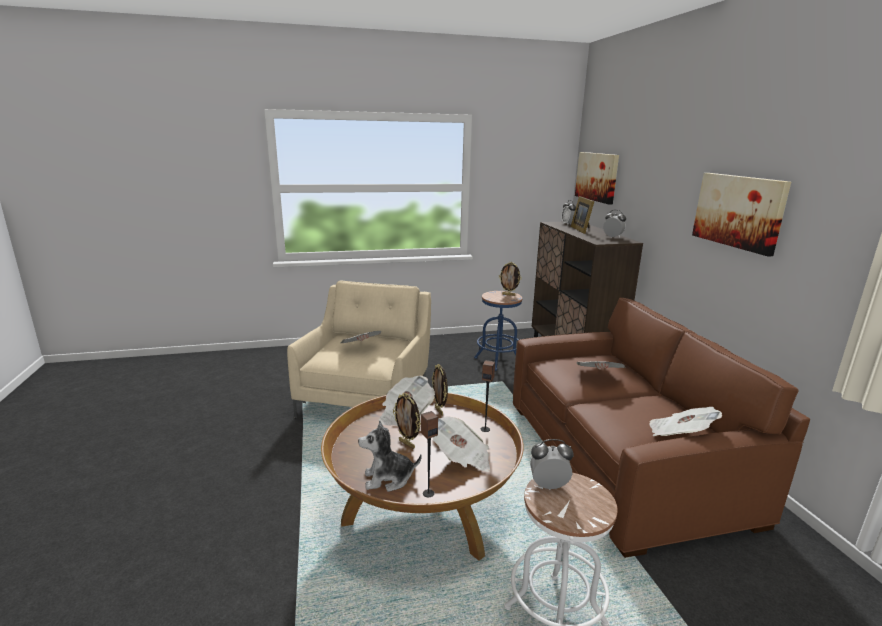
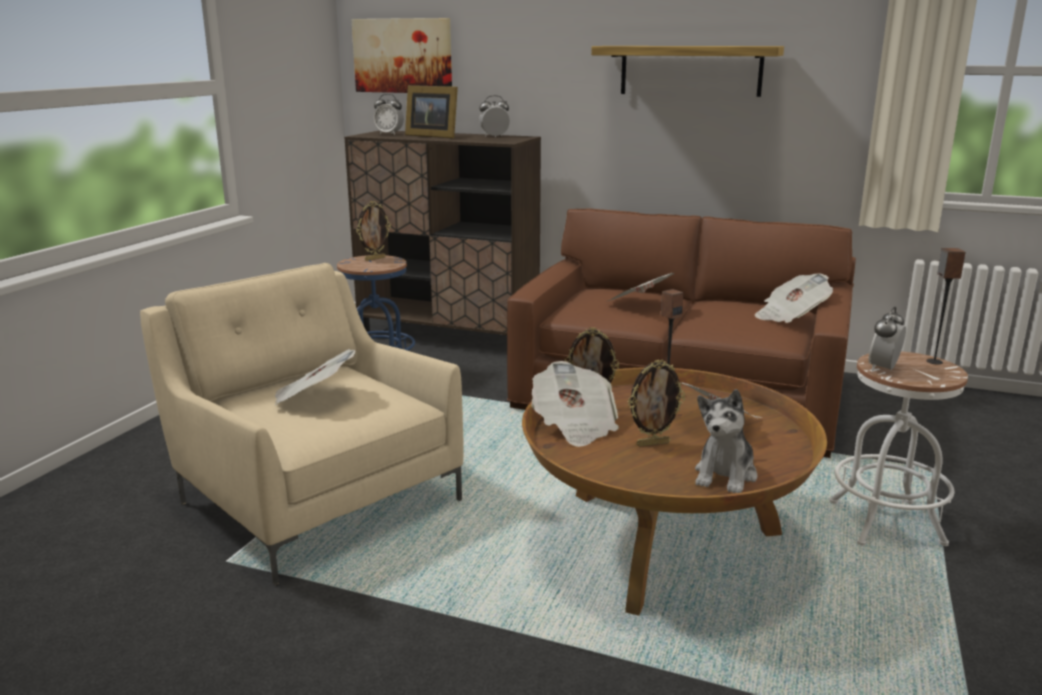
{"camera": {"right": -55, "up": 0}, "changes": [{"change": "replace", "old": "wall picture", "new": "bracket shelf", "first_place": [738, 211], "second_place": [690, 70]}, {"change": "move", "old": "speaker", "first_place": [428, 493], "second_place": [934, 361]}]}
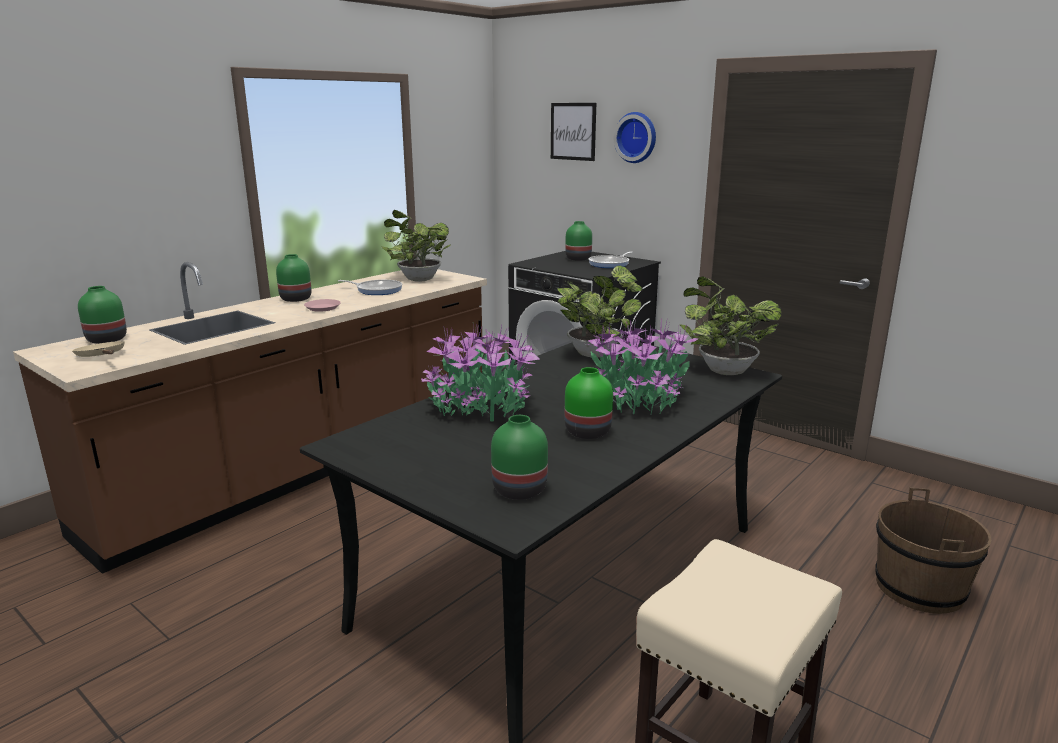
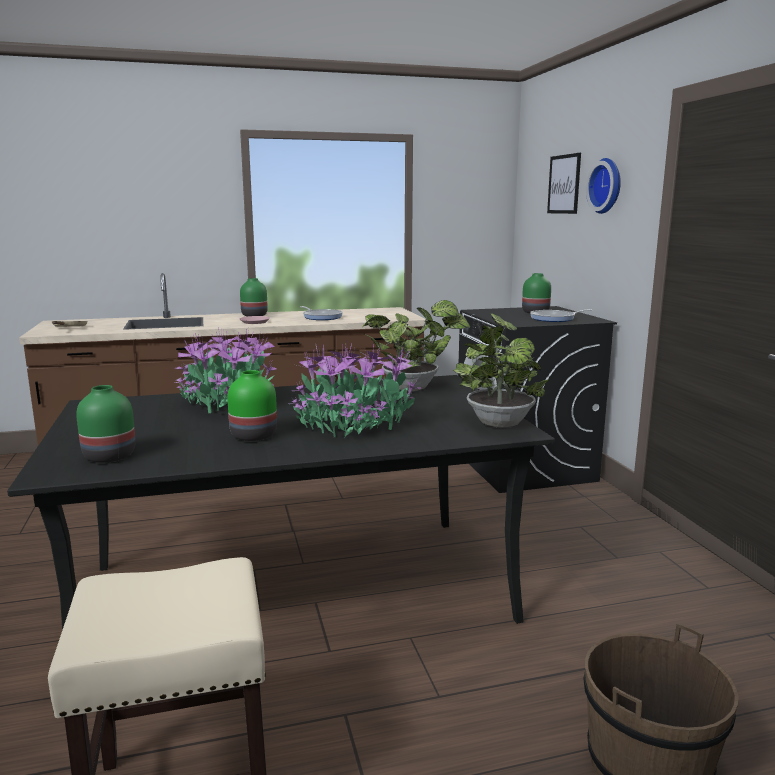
{"camera": {"right": 35, "up": -5}, "changes": [{"change": "delete", "old": "plant in a pot", "first_place": [417, 279]}, {"change": "delete", "old": "greenish decorative vase", "first_place": [105, 340]}]}
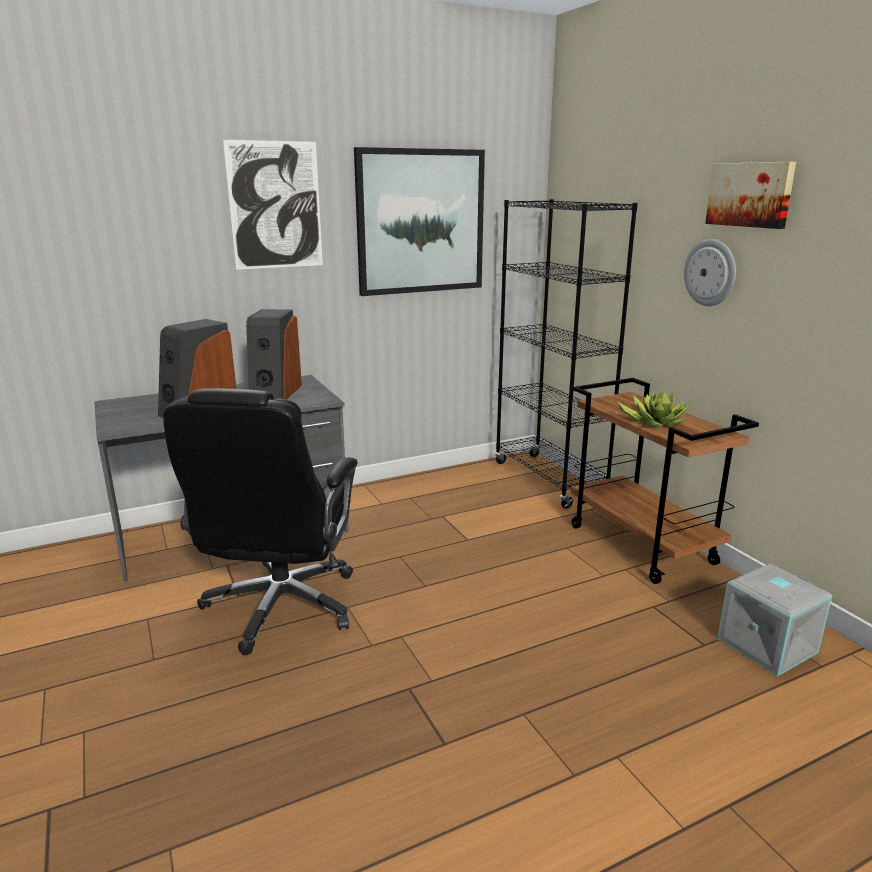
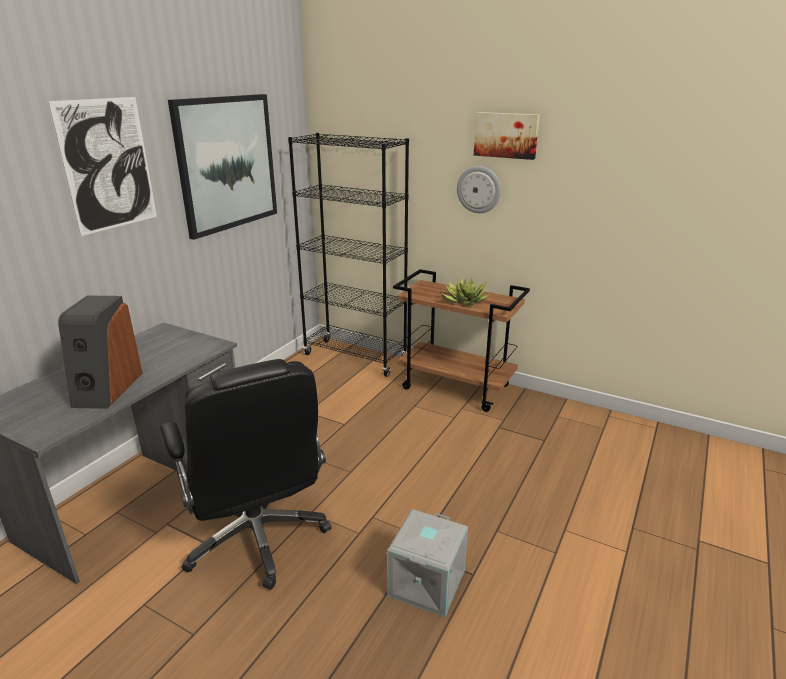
{"camera": {"right": -35, "up": 5}, "changes": [{"change": "delete", "old": "speaker", "first_place": [275, 393]}, {"change": "move", "old": "grey storage container", "first_place": [766, 644], "second_place": [425, 582]}]}
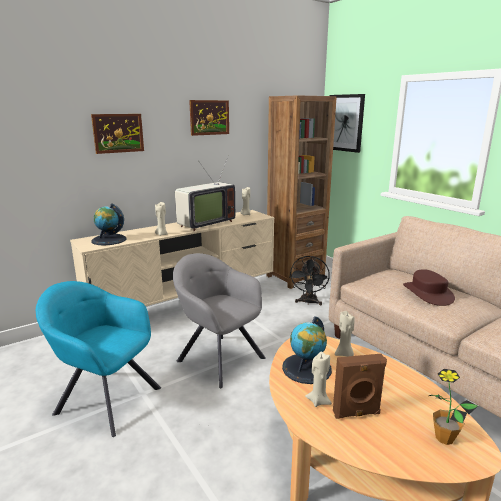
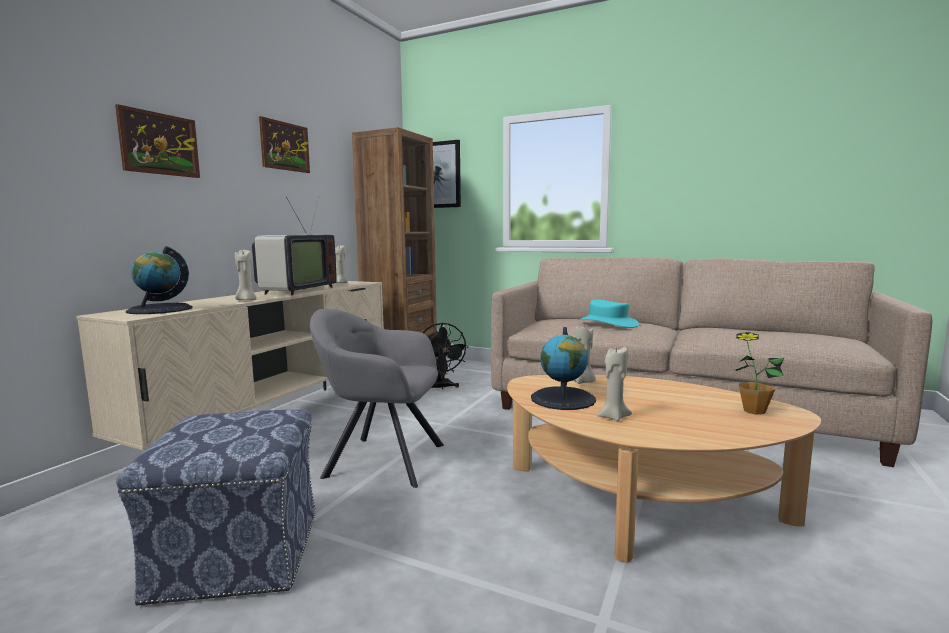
{"camera": {"right": -30, "up": -10}, "changes": [{"change": "recolor", "old": "brown-coloured hat", "new": "blue-green hat", "first_place": [428, 293], "second_place": [608, 323]}, {"change": "replace", "old": "blue-green easy chair", "new": "pouffe", "first_place": [105, 399], "second_place": [238, 553]}, {"change": "delete", "old": "brown-coloured speaker", "first_place": [356, 414]}]}
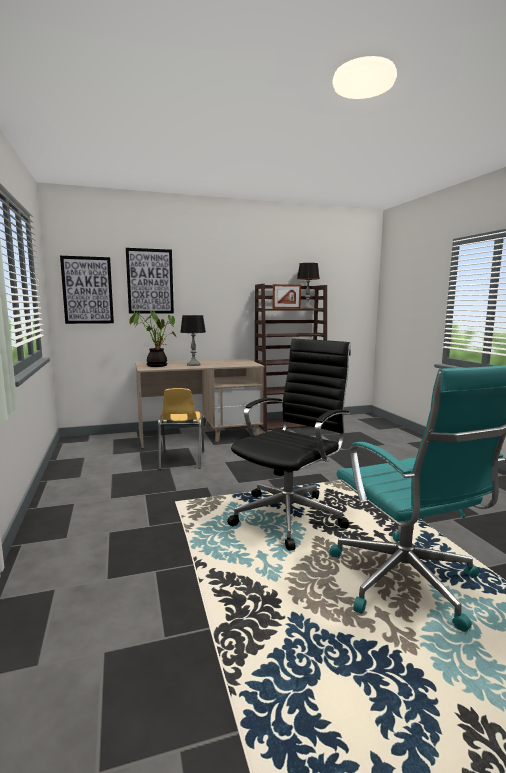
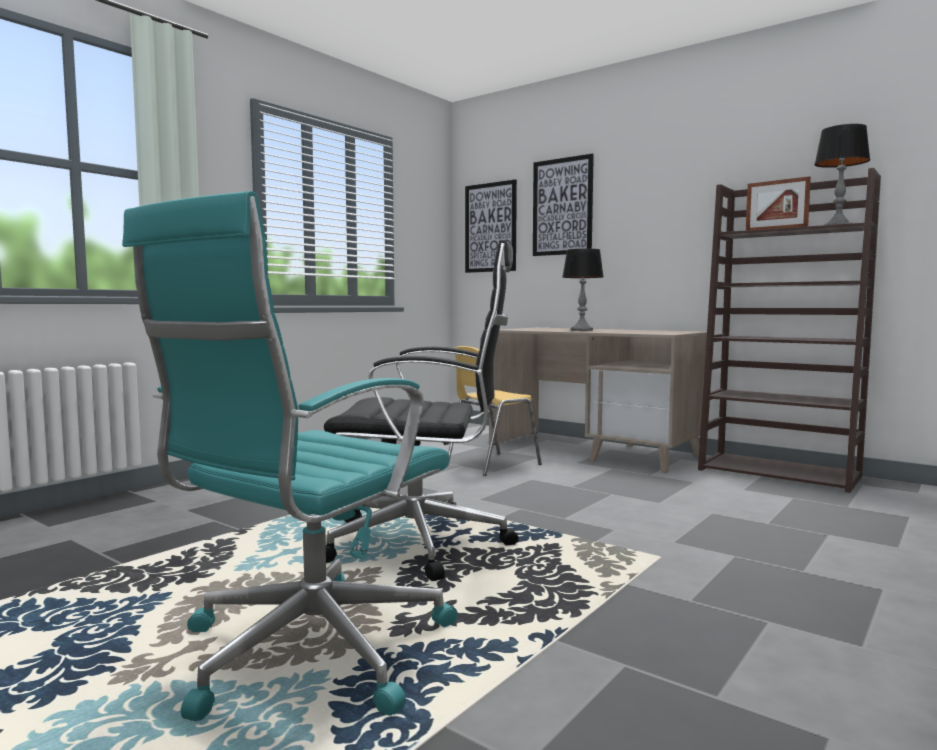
{"camera": {"right": 55, "up": -5}, "changes": [{"change": "delete", "old": "plant in a pot", "first_place": [156, 365]}]}
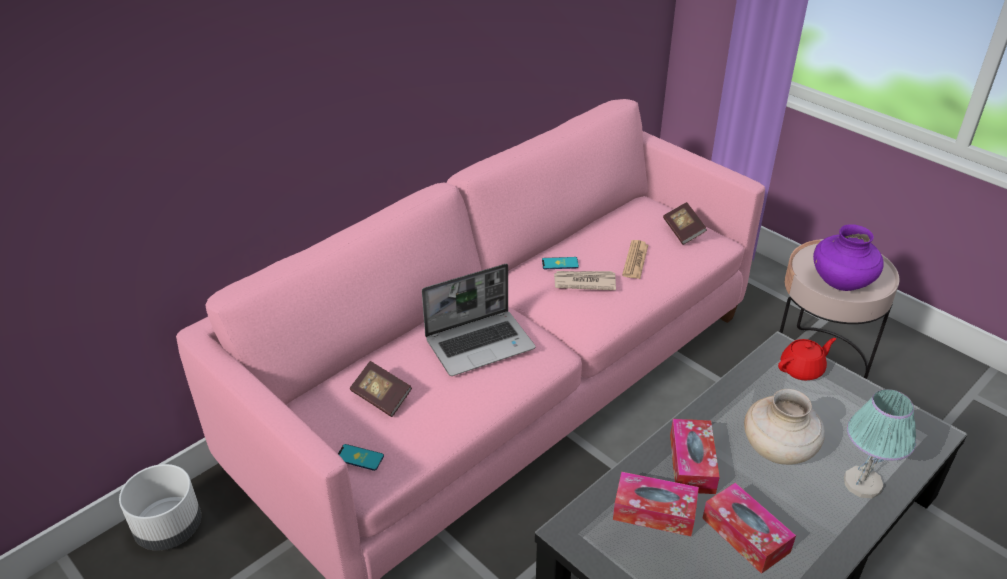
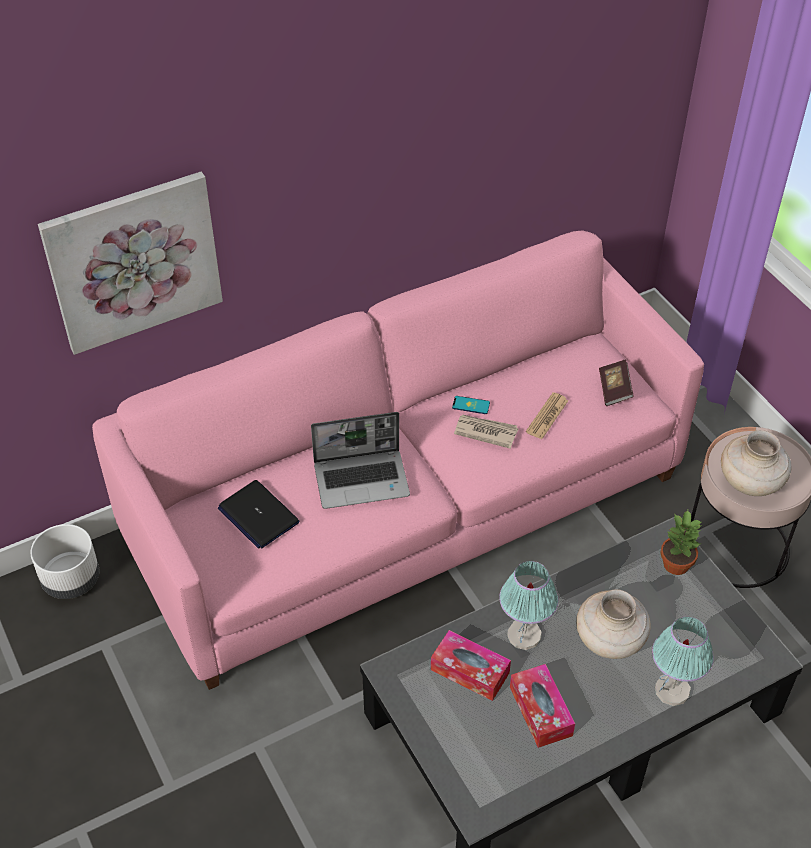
{"camera": {"right": 15, "up": 10}, "changes": [{"change": "recolor", "old": "purple-coloured decorative vase", "new": "sand-coloured decorative vase", "first_place": [841, 282], "second_place": [750, 483]}, {"change": "replace", "old": "red teapot", "new": "plant in a pot", "first_place": [802, 369], "second_place": [676, 564]}, {"change": "replace", "old": "book", "new": "portable computer", "first_place": [381, 397], "second_place": [258, 515]}, {"change": "replace", "old": "tissue holder", "new": "table lamp", "first_place": [692, 463], "second_place": [524, 635]}, {"change": "delete", "old": "telephone", "first_place": [359, 457]}, {"change": "insert", "new": "wall picture", "second_place": [133, 261]}]}
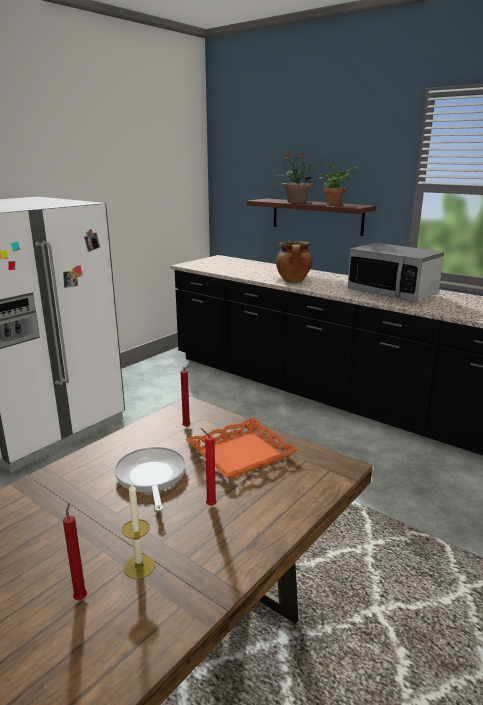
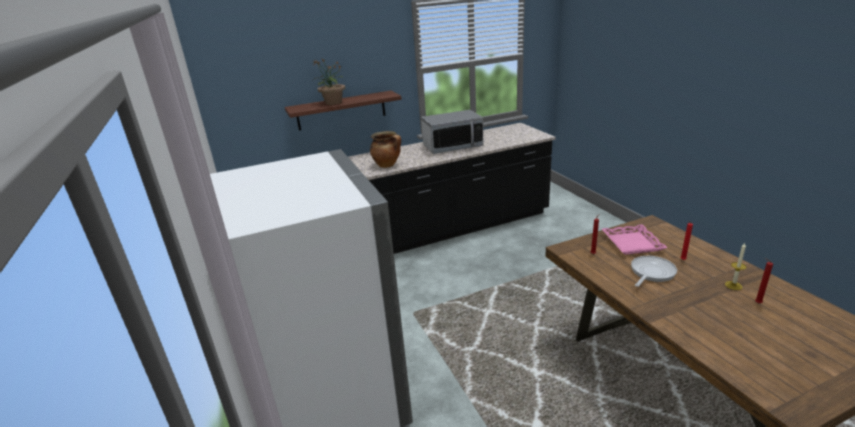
{"camera": {"right": -60, "up": 5}, "changes": [{"change": "delete", "old": "plant in a pot", "first_place": [335, 204]}, {"change": "recolor", "old": "orange-coloured serving tray", "new": "pink serving tray", "first_place": [241, 454], "second_place": [632, 243]}, {"change": "rotate", "old": "frying pan", "first_place": [151, 477], "second_place": [651, 273], "degrees": 120}]}
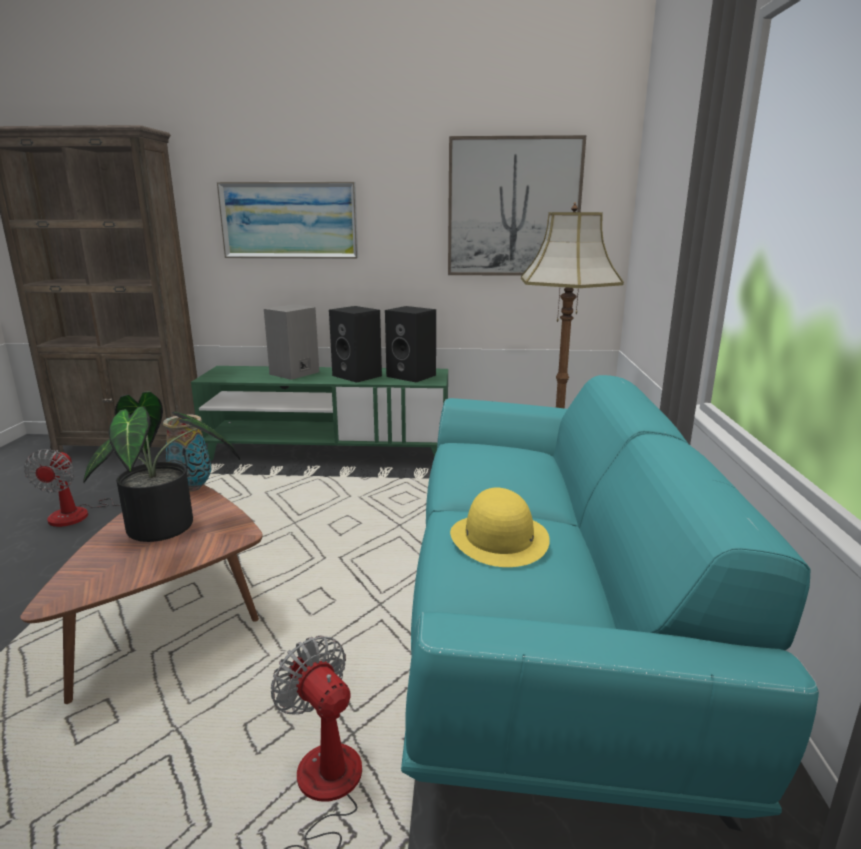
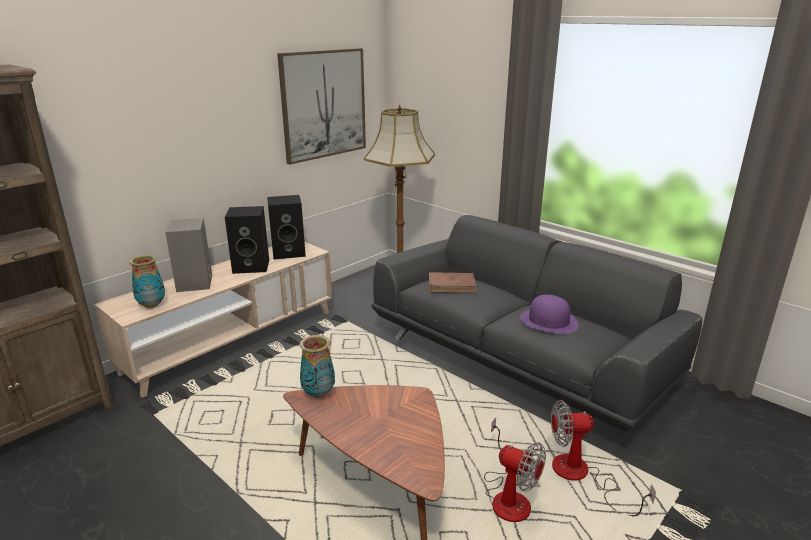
{"camera": {"right": -50, "up": 5}, "changes": [{"change": "delete", "old": "wall picture", "first_place": [289, 220]}, {"change": "recolor", "old": "greenish tv unit", "new": "sand-coloured tv unit", "first_place": [329, 452], "second_place": [232, 341]}, {"change": "recolor", "old": "blue-green couch", "new": "grey couch", "first_place": [545, 615], "second_place": [519, 360]}, {"change": "delete", "old": "plant in a pot", "first_place": [168, 528]}, {"change": "move", "old": "electric fan", "first_place": [83, 513], "second_place": [508, 496]}, {"change": "recolor", "old": "yellow hat", "new": "purple-coloured hat", "first_place": [499, 538], "second_place": [549, 321]}, {"change": "insert", "new": "decorative vase", "second_place": [151, 305]}, {"change": "insert", "new": "brown-coloured book", "second_place": [452, 285]}]}
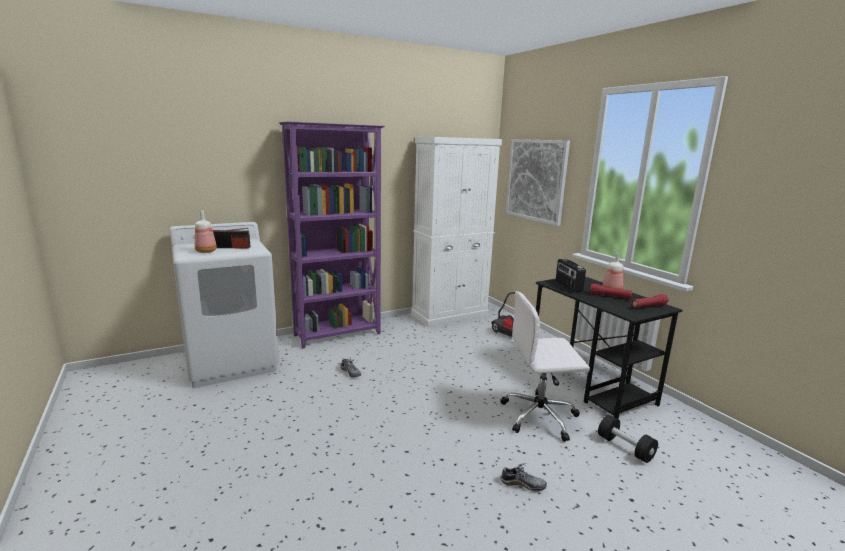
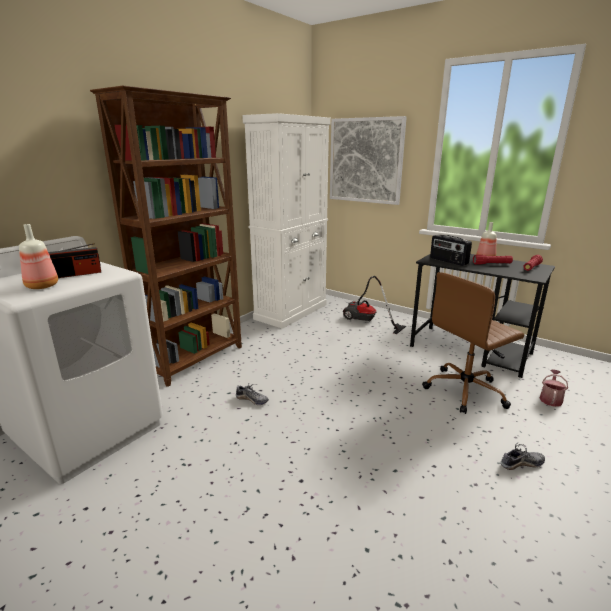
{"camera": {"right": -25, "up": 5}, "changes": [{"change": "recolor", "old": "purple-coloured bookcase", "new": "brown-coloured bookcase", "first_place": [338, 335], "second_place": [196, 359]}, {"change": "recolor", "old": "white-coloured computer chair", "new": "brown-coloured computer chair", "first_place": [540, 416], "second_place": [466, 391]}, {"change": "replace", "old": "blackish free weight", "new": "watering pot", "first_place": [625, 448], "second_place": [550, 398]}]}
